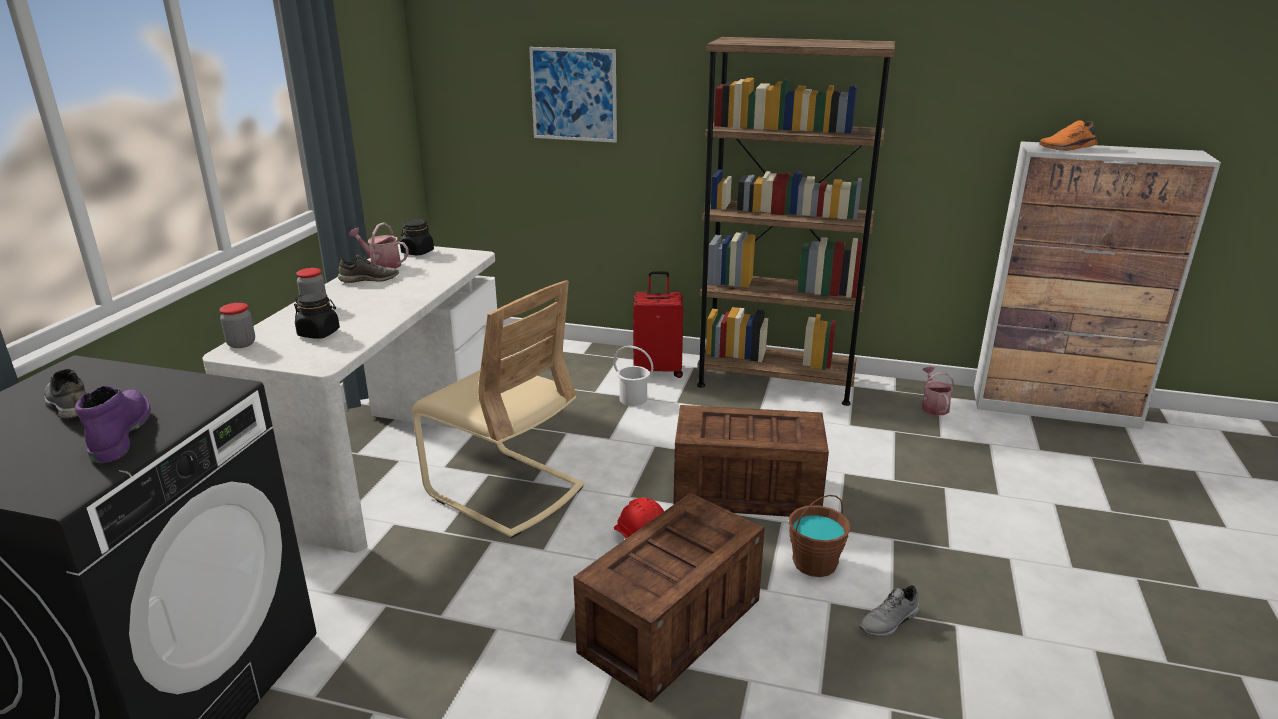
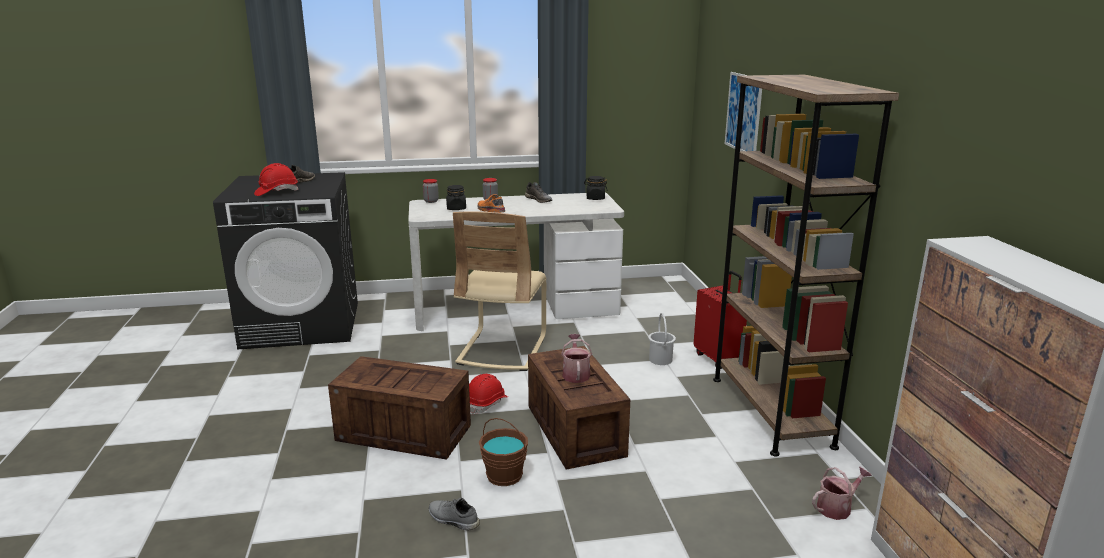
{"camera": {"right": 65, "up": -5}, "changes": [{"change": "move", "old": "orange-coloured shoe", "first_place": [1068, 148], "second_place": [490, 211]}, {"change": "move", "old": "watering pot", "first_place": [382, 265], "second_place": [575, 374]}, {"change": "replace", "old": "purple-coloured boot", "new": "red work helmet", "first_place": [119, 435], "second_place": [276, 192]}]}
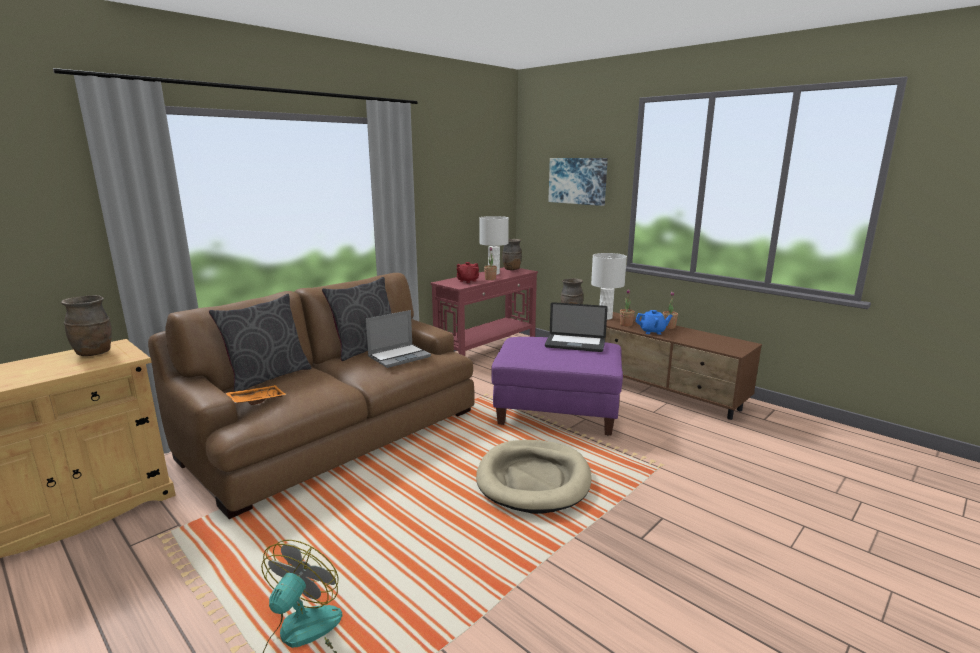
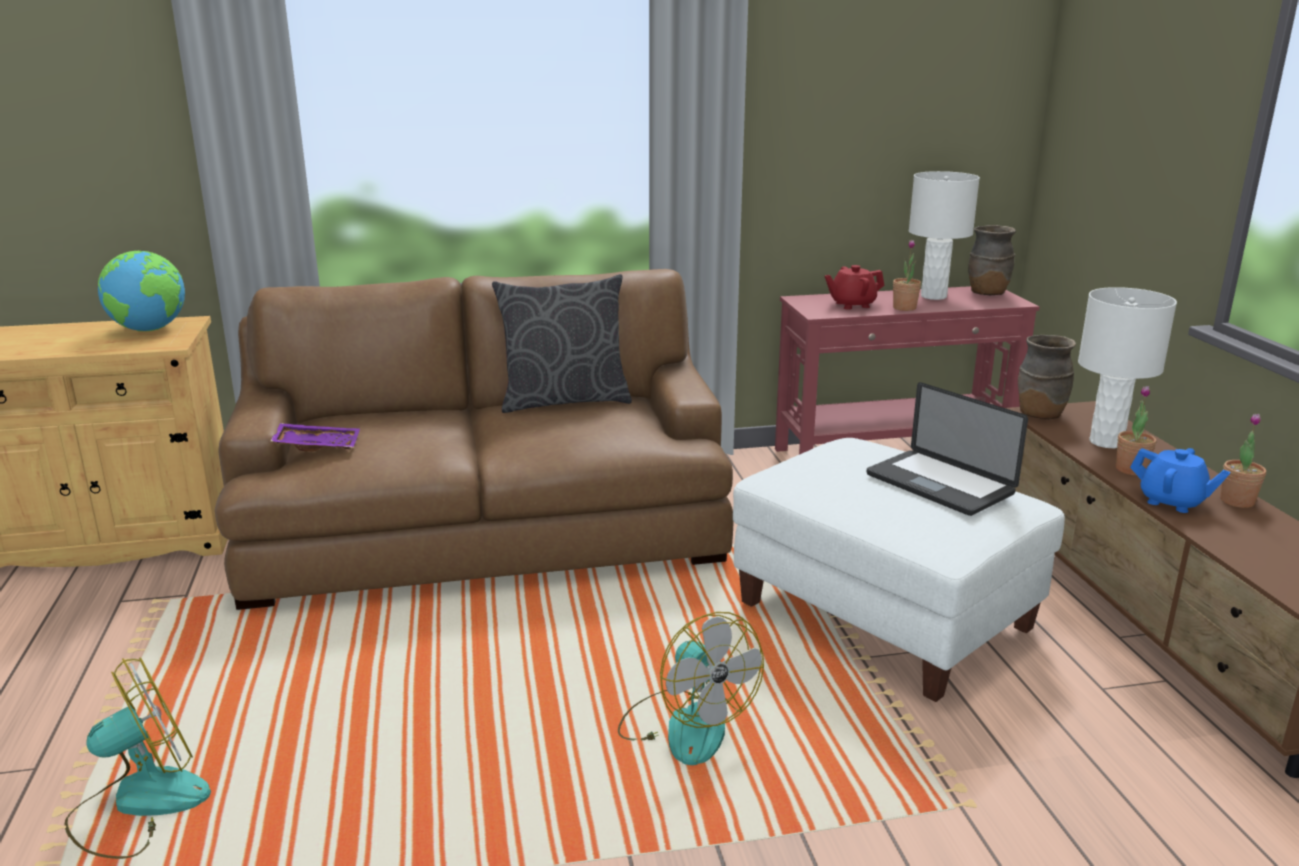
{"camera": {"right": 35, "up": 5}, "changes": [{"change": "delete", "old": "wall picture", "first_place": [578, 181]}, {"change": "delete", "old": "grey pillow", "first_place": [267, 377]}, {"change": "replace", "old": "brown-coloured decorative vase", "new": "desk globe", "first_place": [95, 353], "second_place": [150, 329]}, {"change": "delete", "old": "portable computer", "first_place": [399, 356]}, {"change": "recolor", "old": "purple-coloured pouffe", "new": "white-coloured pouffe", "first_place": [557, 412], "second_place": [883, 617]}, {"change": "recolor", "old": "orange-coloured serving tray", "new": "purple-coloured serving tray", "first_place": [256, 400], "second_place": [318, 445]}, {"change": "replace", "old": "sand-coloured dog bed", "new": "electric fan", "first_place": [533, 479], "second_place": [685, 725]}]}
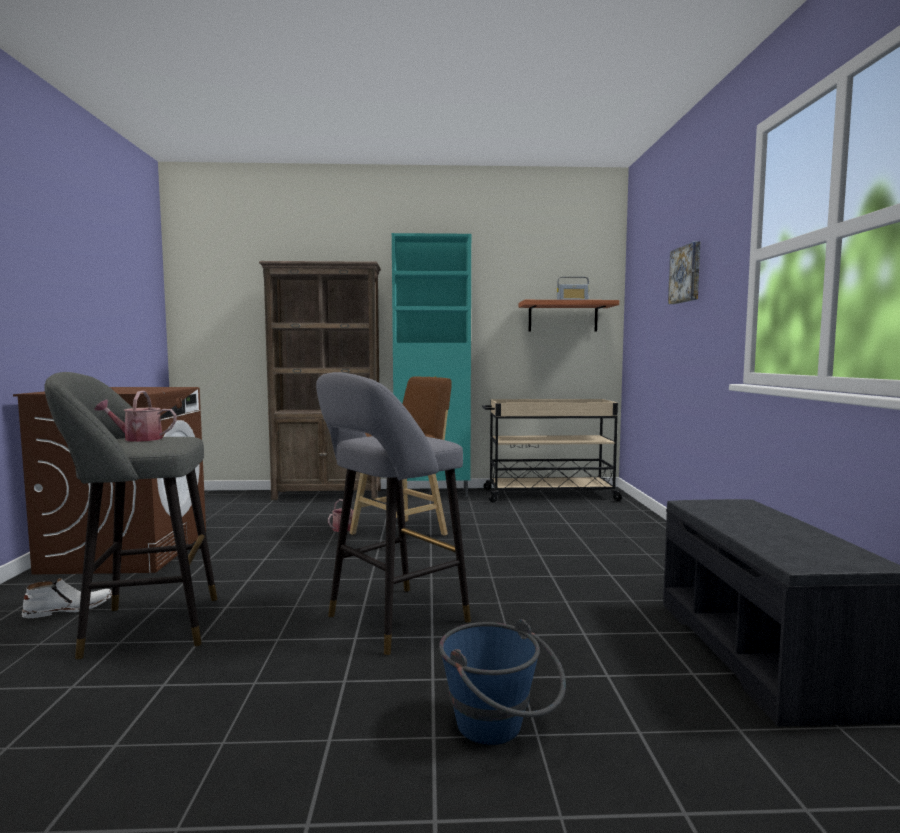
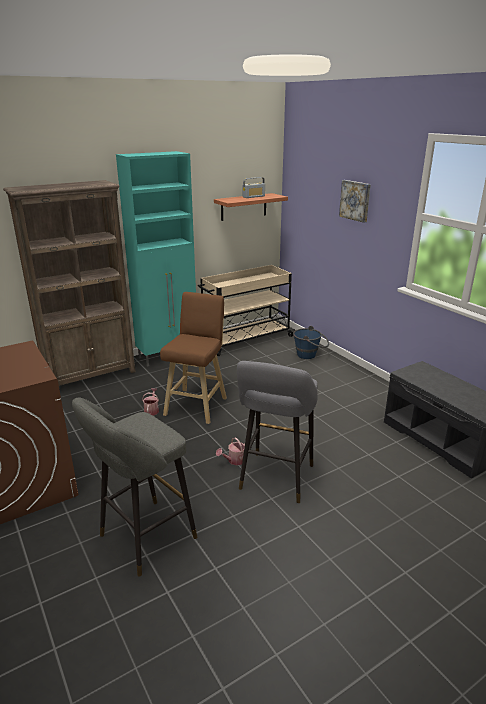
{"camera": {"right": -30, "up": 20}, "changes": [{"change": "move", "old": "watering pot", "first_place": [138, 439], "second_place": [234, 460]}, {"change": "delete", "old": "white-coloured boot", "first_place": [69, 609]}, {"change": "move", "old": "blue water bucket", "first_place": [500, 730], "second_place": [310, 355]}]}
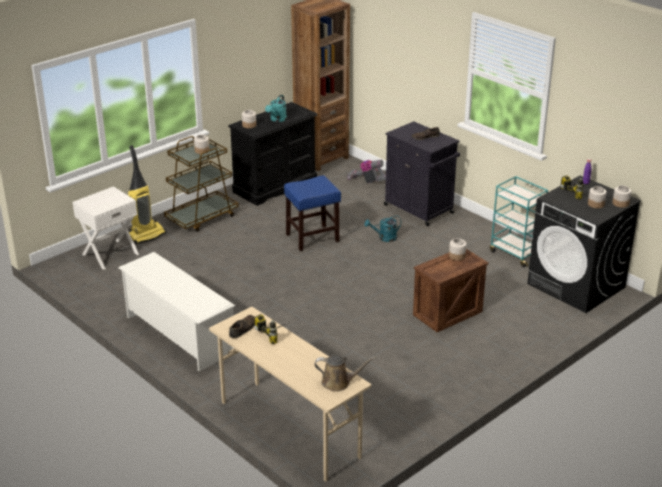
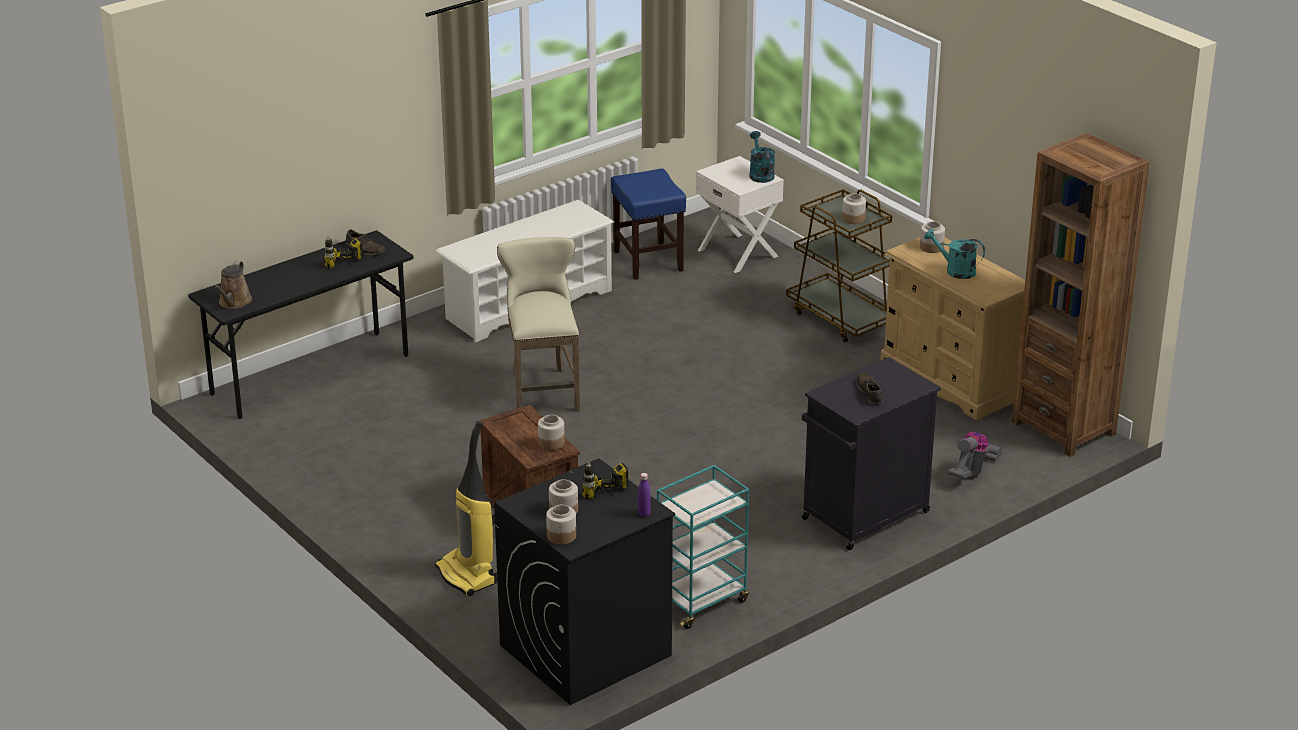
{"camera": {"right": 95, "up": 0}, "changes": [{"change": "recolor", "old": "blackish drawer chest", "new": "sand-coloured drawer chest", "first_place": [275, 186], "second_place": [951, 380]}, {"change": "move", "old": "vacuum", "first_place": [146, 235], "second_place": [468, 575]}, {"change": "move", "old": "blue stool", "first_place": [313, 238], "second_place": [648, 261]}, {"change": "move", "old": "blue-green watering pot", "first_place": [384, 238], "second_place": [760, 174]}, {"change": "recolor", "old": "sand-coloured desk table", "new": "blackish desk table", "first_place": [288, 429], "second_place": [310, 374]}, {"change": "insert", "new": "sand-coloured stool", "second_place": [543, 389]}]}
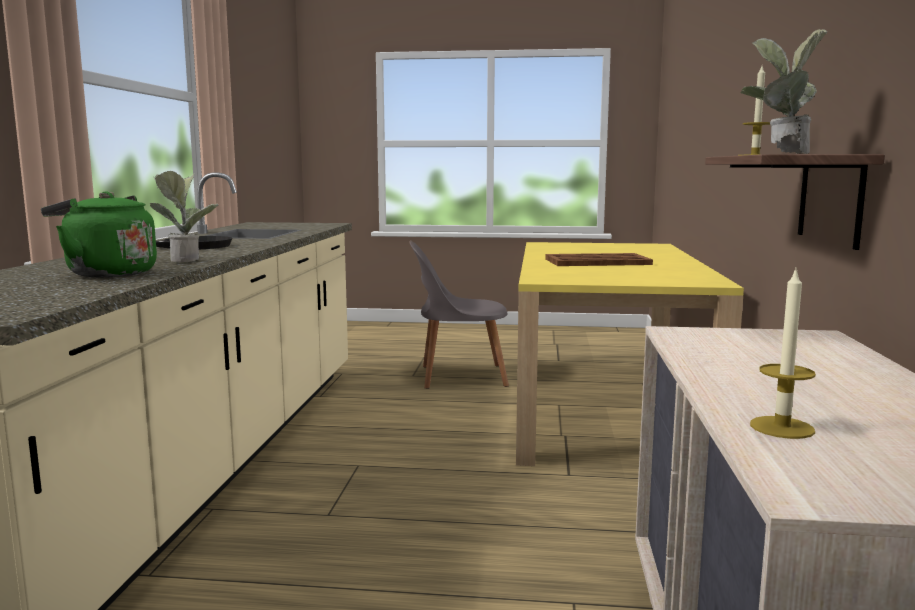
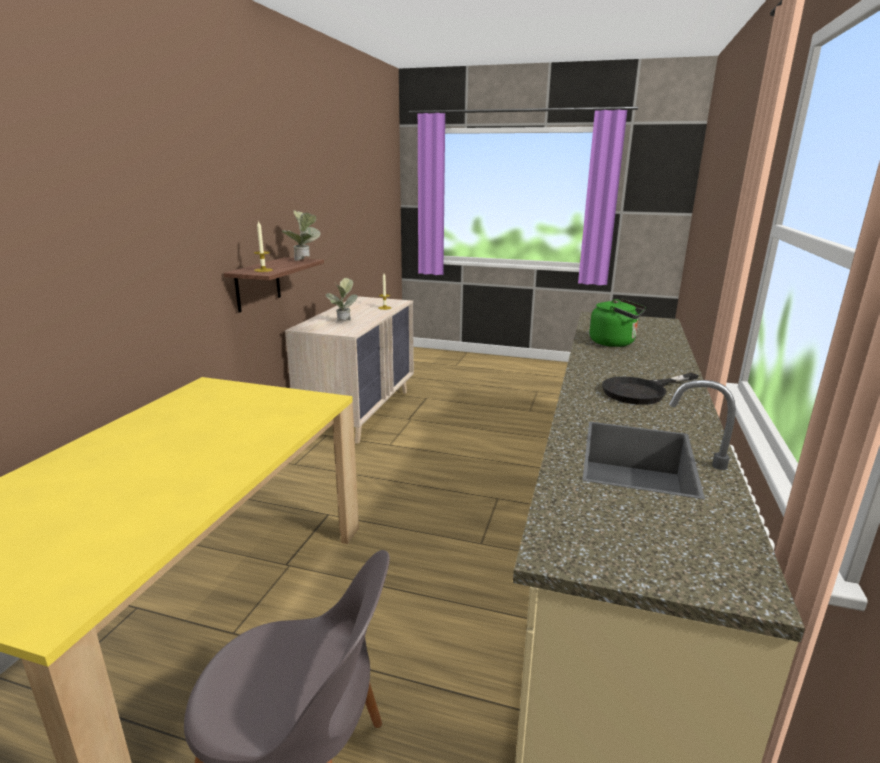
{"camera": {"right": -170, "up": 10}, "changes": [{"change": "move", "old": "plant in a pot", "first_place": [187, 260], "second_place": [342, 322]}, {"change": "delete", "old": "brown-coloured serving tray", "first_place": [596, 262]}]}
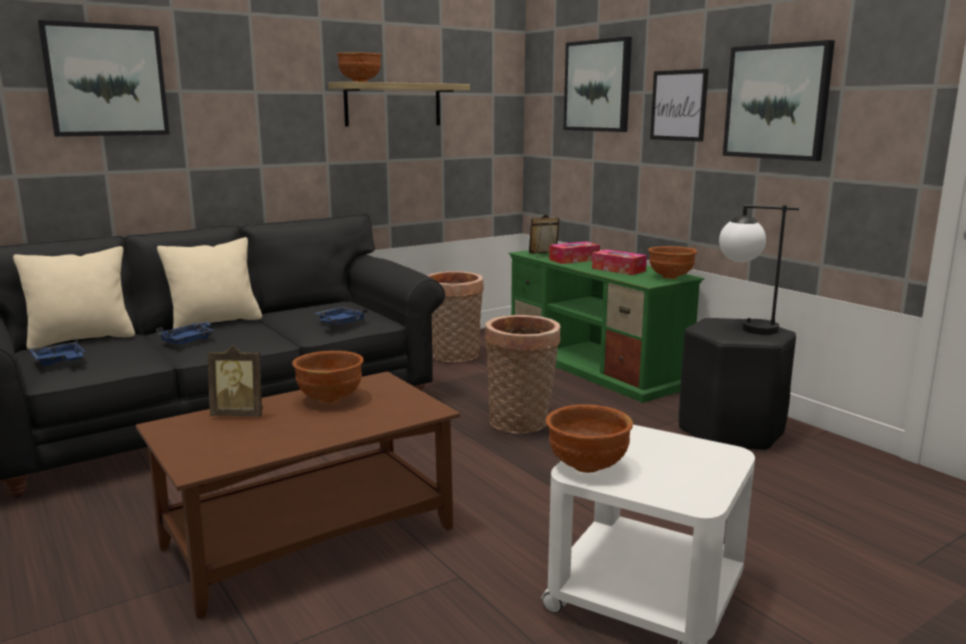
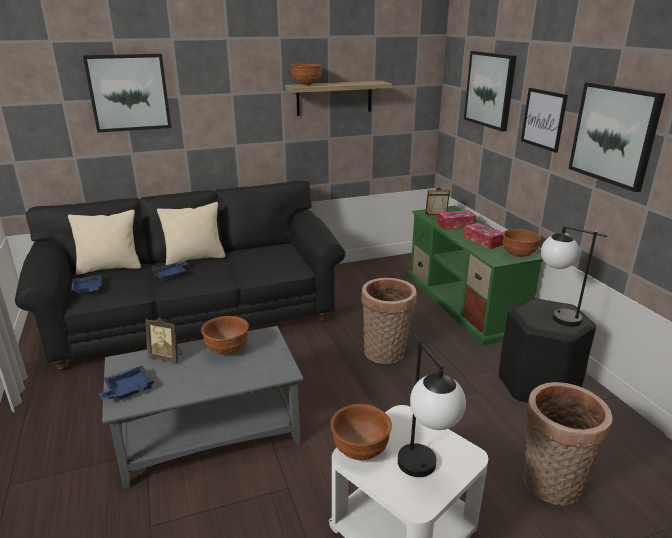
{"camera": {"right": 15, "up": 10}, "changes": [{"change": "move", "old": "basket", "first_place": [454, 357], "second_place": [551, 486]}, {"change": "move", "old": "blue serving tray", "first_place": [339, 322], "second_place": [128, 390]}, {"change": "recolor", "old": "brown-coloured low table", "new": "grey low table", "first_place": [311, 536], "second_place": [211, 434]}, {"change": "insert", "new": "table lamp", "second_place": [424, 474]}]}
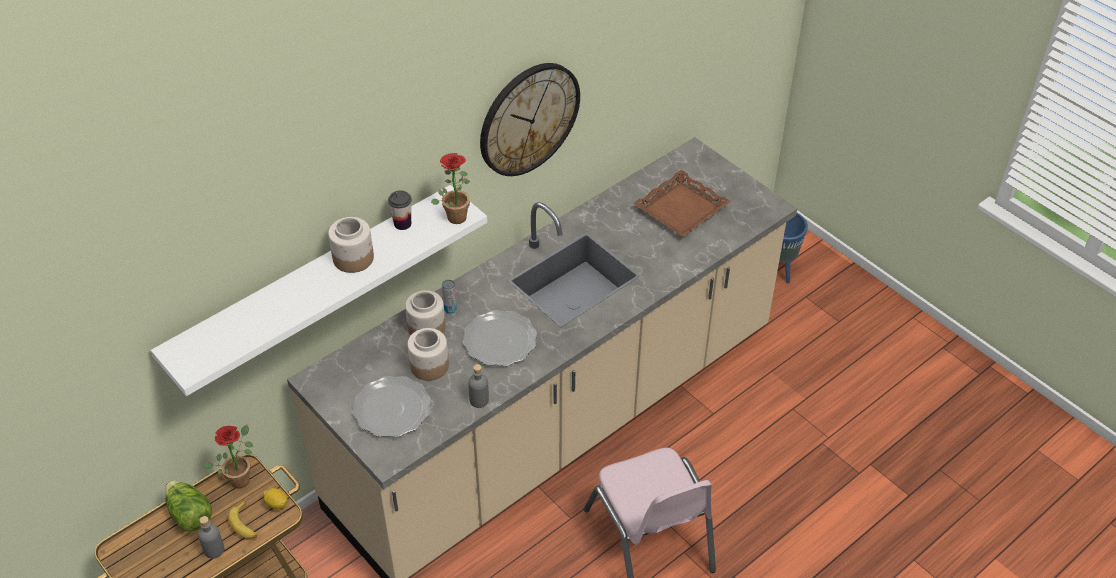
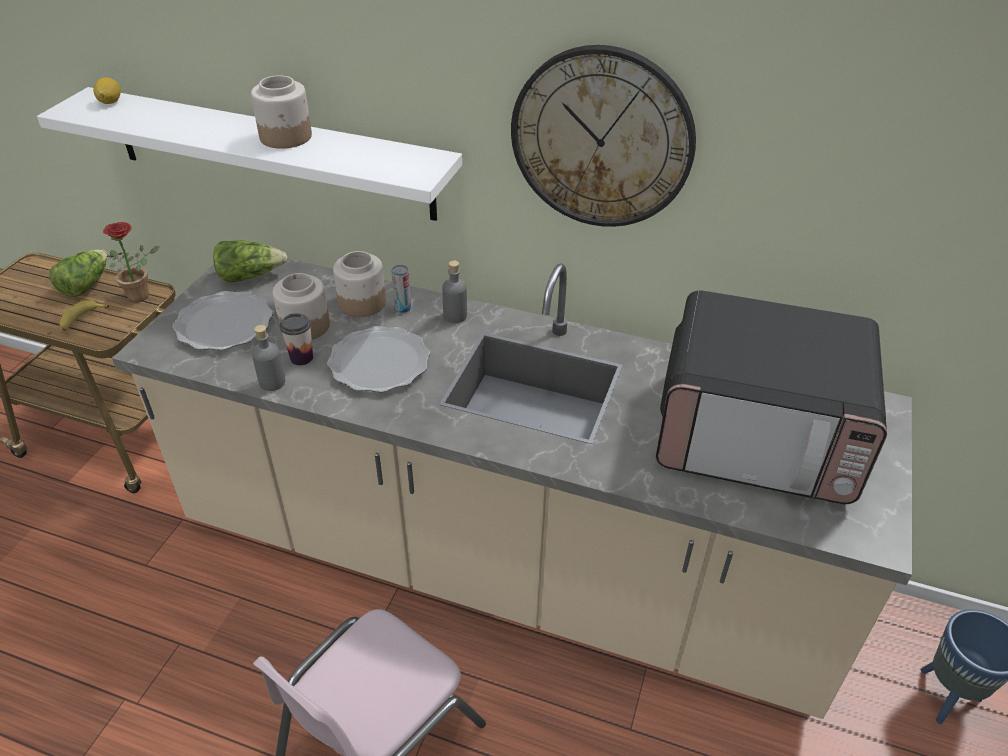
{"camera": {"right": 60, "up": -5}, "changes": [{"change": "delete", "old": "plant in a pot", "first_place": [455, 214]}, {"change": "replace", "old": "brown-coloured serving tray", "new": "microwave oven", "first_place": [681, 209], "second_place": [757, 436]}, {"change": "move", "old": "cup", "first_place": [402, 224], "second_place": [301, 358]}, {"change": "move", "old": "whole lemon", "first_place": [277, 504], "second_place": [110, 102]}, {"change": "move", "old": "grey bottle", "first_place": [214, 550], "second_place": [455, 316]}, {"change": "insert", "new": "head of lettuce", "second_place": [250, 276]}]}
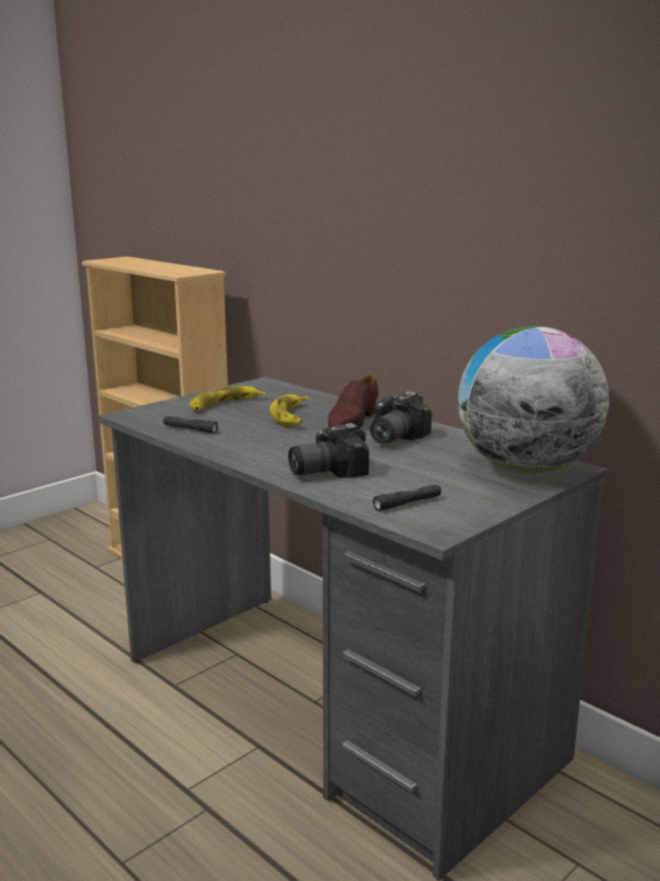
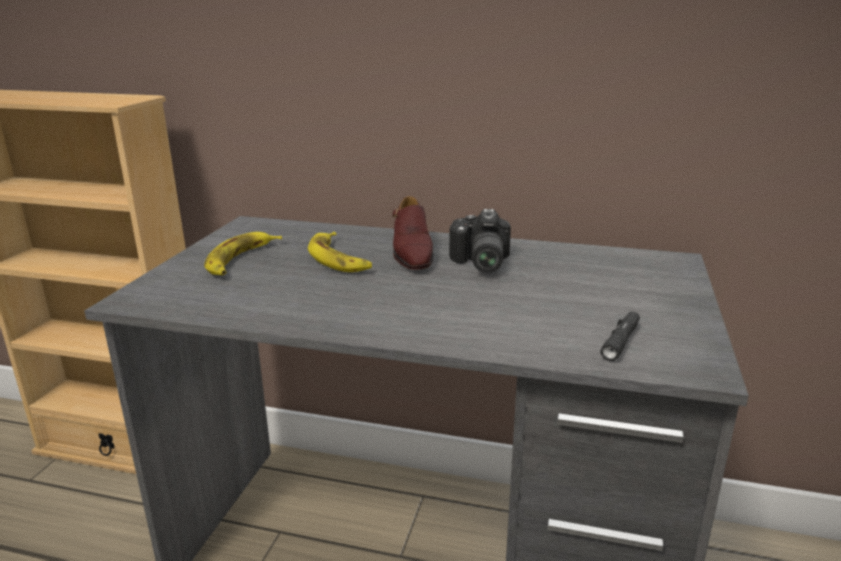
{"camera": {"right": -30, "up": 5}, "changes": [{"change": "delete", "old": "desk globe", "first_place": [526, 469]}, {"change": "delete", "old": "blackish flashlight", "first_place": [190, 429]}, {"change": "delete", "old": "still camera", "first_place": [324, 471]}]}
